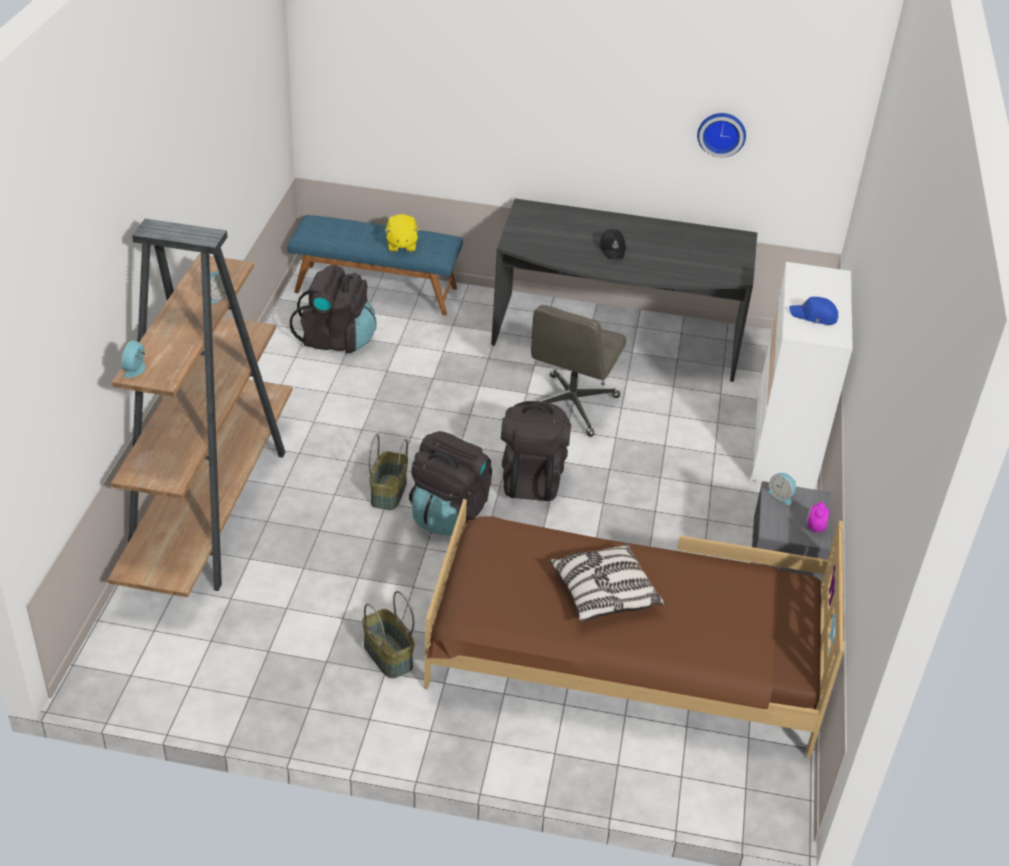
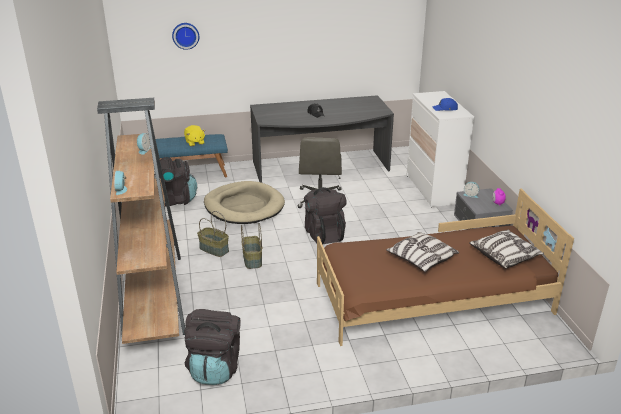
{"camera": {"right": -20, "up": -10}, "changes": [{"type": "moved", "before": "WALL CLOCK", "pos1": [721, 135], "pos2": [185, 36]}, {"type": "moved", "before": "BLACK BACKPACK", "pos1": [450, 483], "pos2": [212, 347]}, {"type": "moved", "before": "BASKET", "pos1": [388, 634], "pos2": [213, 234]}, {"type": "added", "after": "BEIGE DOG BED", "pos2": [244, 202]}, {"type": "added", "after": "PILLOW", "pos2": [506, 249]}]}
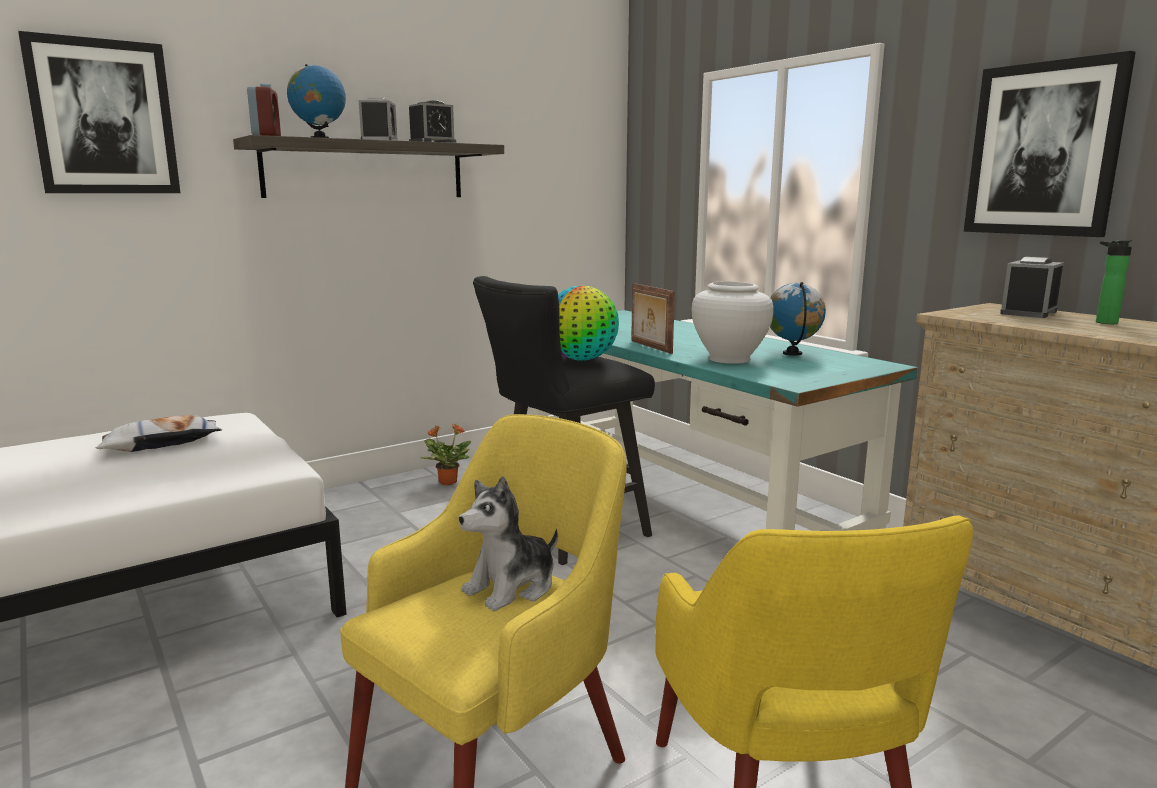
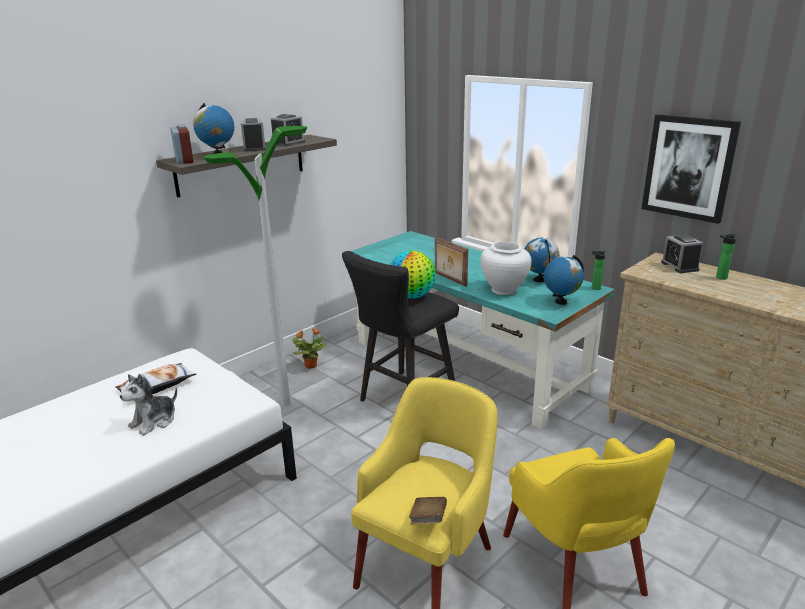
{"camera": {"right": -10, "up": 10}, "changes": [{"type": "removed", "before": "PICTURE", "pos1": [99, 112]}, {"type": "turned", "before": "ALARM CLOCK", "pos1": [1032, 287], "pos2": [682, 254], "turn": -45}, {"type": "moved", "before": "PLUSH TOY", "pos1": [508, 543], "pos2": [148, 405]}, {"type": "added", "after": "FLOOR LAMP", "pos2": [255, 266]}, {"type": "added", "after": "BOTTLE", "pos2": [598, 270]}, {"type": "added", "after": "GLOBE", "pos2": [564, 280]}, {"type": "added", "after": "BROWN BOOK", "pos2": [428, 511]}]}
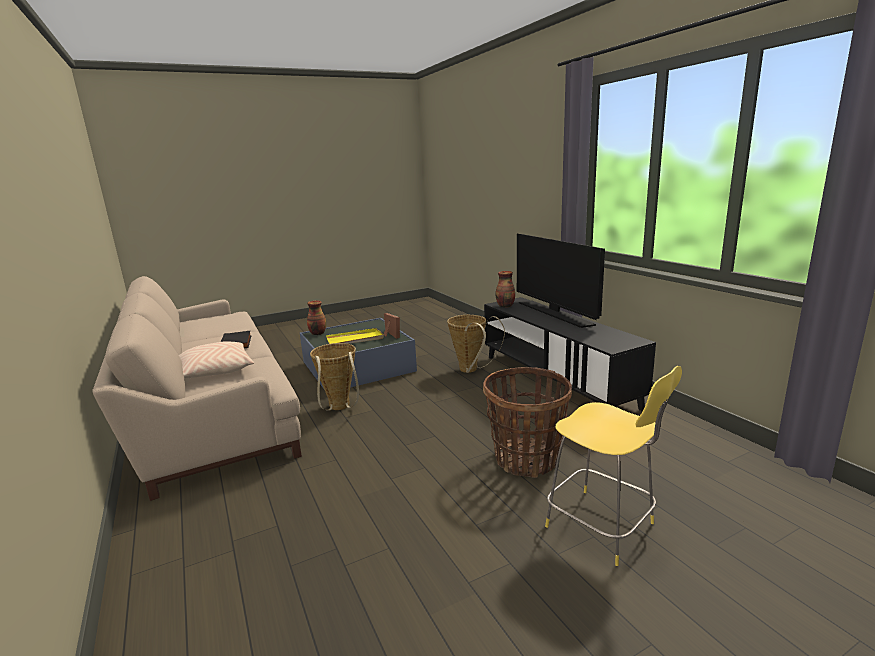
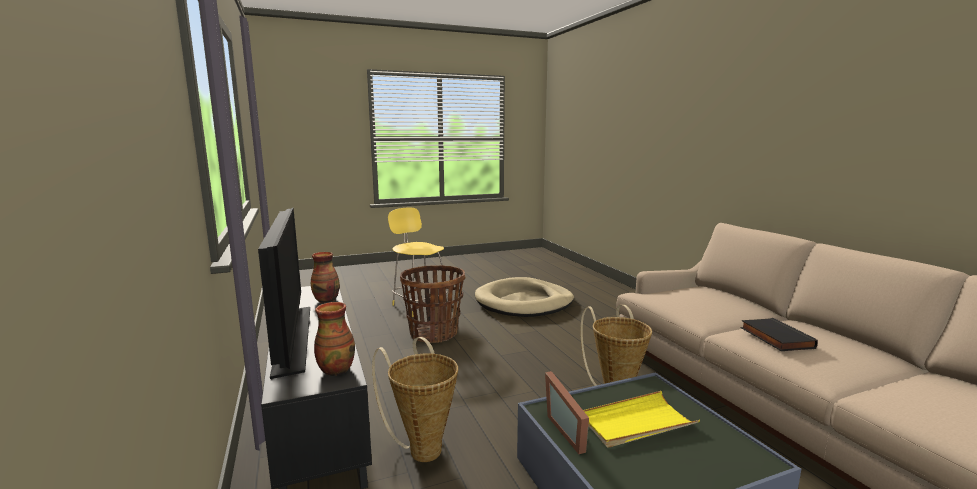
{"camera": {"right": -175, "up": -5}, "changes": [{"type": "moved", "before": "VASE", "pos1": [316, 317], "pos2": [325, 277]}, {"type": "removed", "before": "BEIGE PILLOW", "pos1": [216, 359]}, {"type": "added", "after": "BEIGE DOG BED", "pos2": [524, 297]}]}
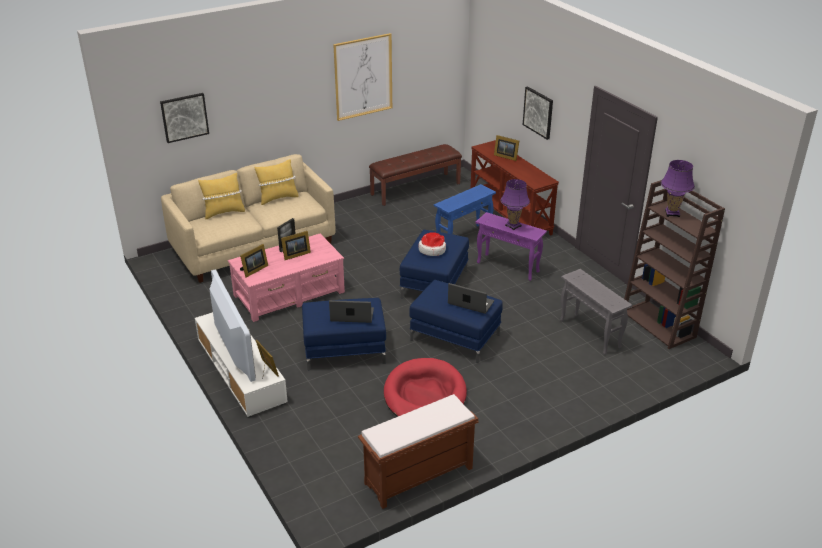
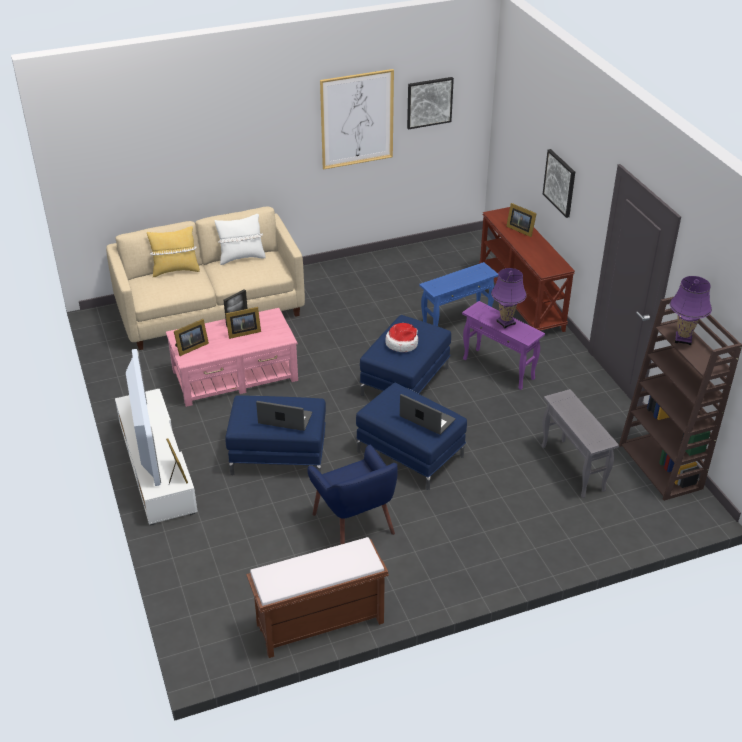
{"camera": {"right": 10, "up": 5}, "changes": [{"type": "moved", "before": "PICTURE", "pos1": [184, 118], "pos2": [430, 103]}, {"type": "removed", "before": "BROWN BENCH", "pos1": [415, 175]}, {"type": "recoloured", "before": "YELLOW PILLOW", "after": "WHITE PILLOW", "pos1": [276, 182], "pos2": [240, 239]}, {"type": "replaced", "before": "RED DOG BED", "after": "BLUE ARMCHAIR", "pos1": [425, 387], "pos2": [352, 495]}]}
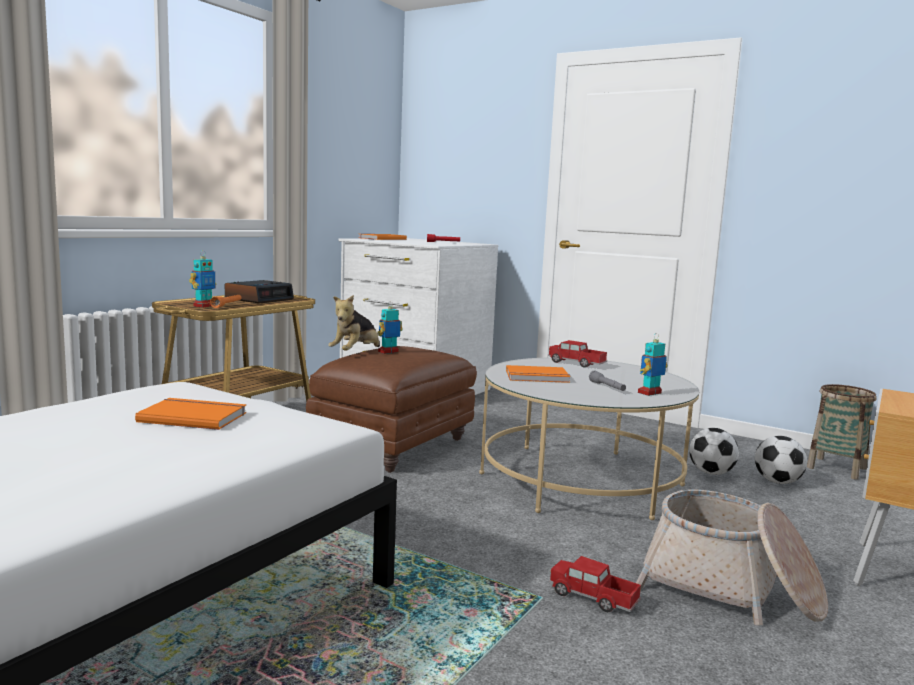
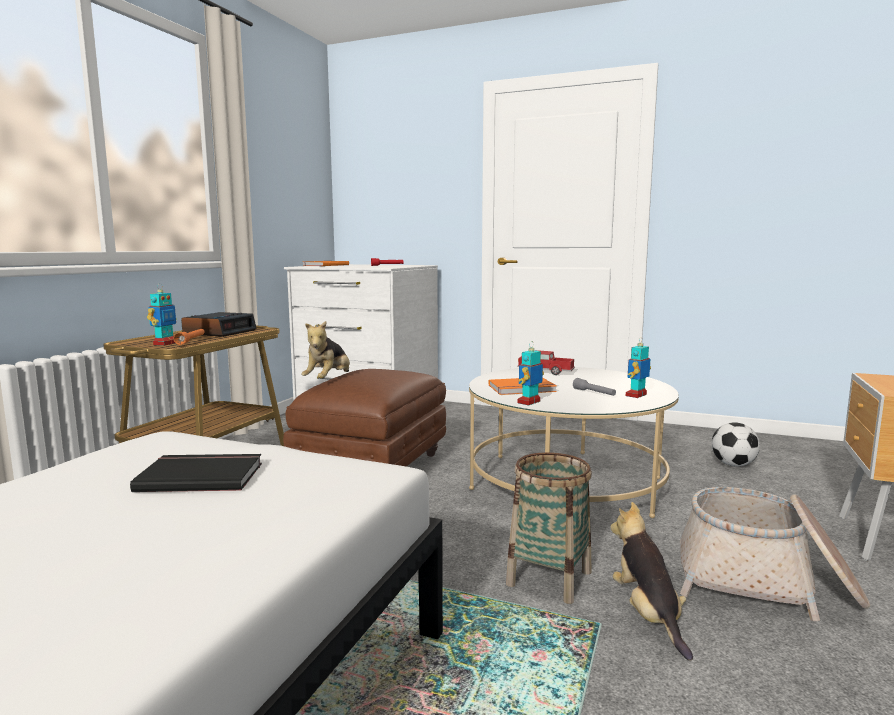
{"camera": {"right": -10, "up": 0}, "changes": [{"type": "moved", "before": "TOY ROBOT", "pos1": [390, 327], "pos2": [531, 373]}, {"type": "moved", "before": "BASKET", "pos1": [842, 432], "pos2": [549, 528]}, {"type": "recoloured", "before": "ORANGE BOOK", "after": "BLACK BOOK", "pos1": [190, 414], "pos2": [196, 473]}, {"type": "removed", "before": "FOOTBALL", "pos1": [714, 451]}, {"type": "replaced", "before": "TOY TRUCK", "after": "PLUSH TOY", "pos1": [595, 584], "pos2": [652, 581]}]}
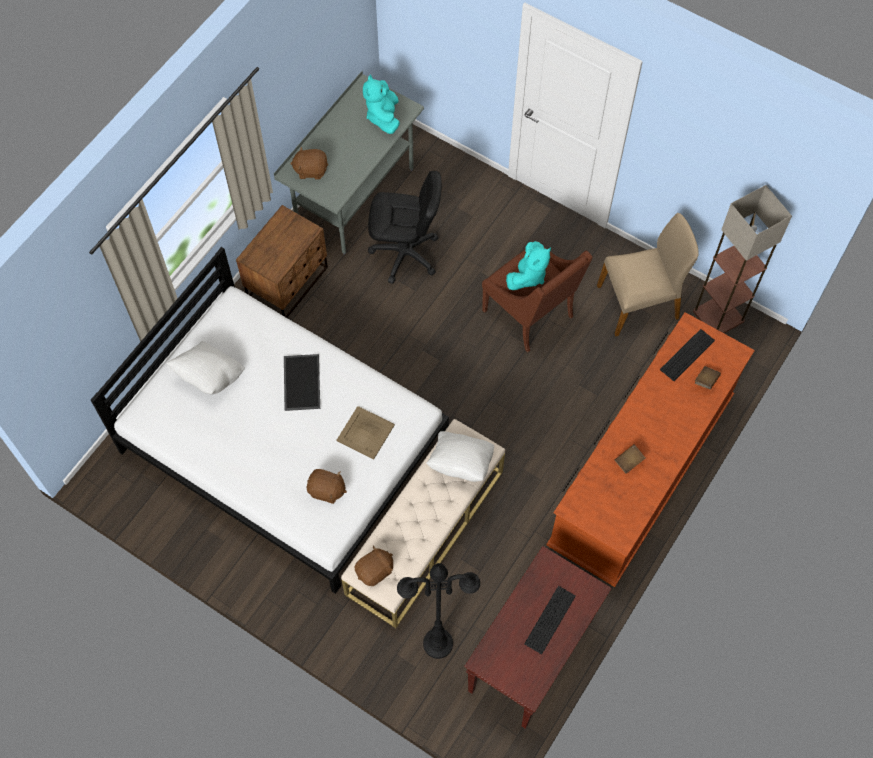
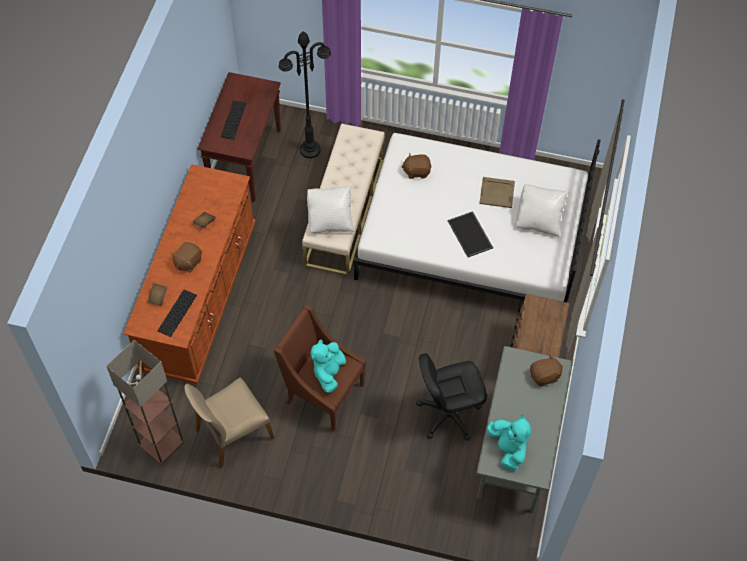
{"camera": {"right": 160, "up": -5}, "changes": [{"type": "moved", "before": "BEIGE TRAY", "pos1": [366, 433], "pos2": [497, 192]}, {"type": "moved", "before": "BROWN PLUSH TOY", "pos1": [373, 565], "pos2": [186, 257]}]}
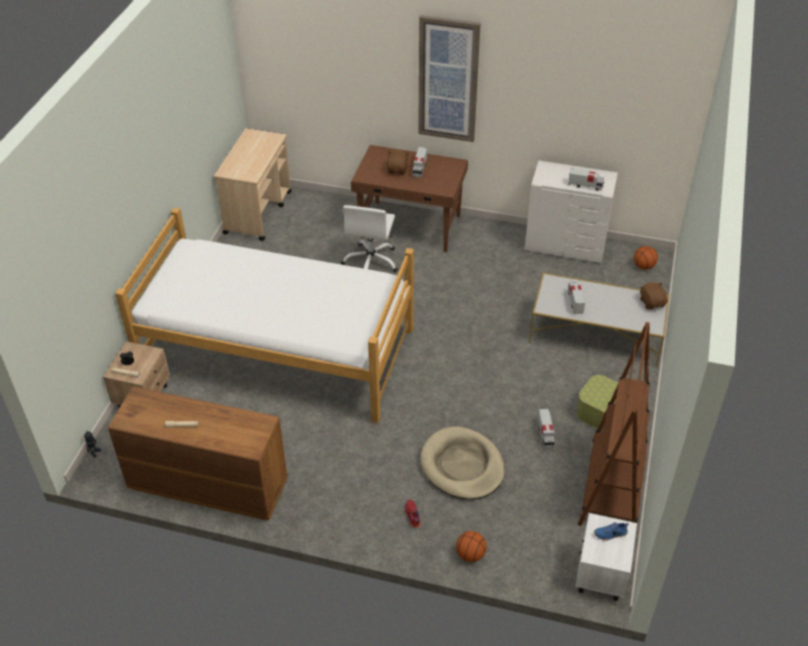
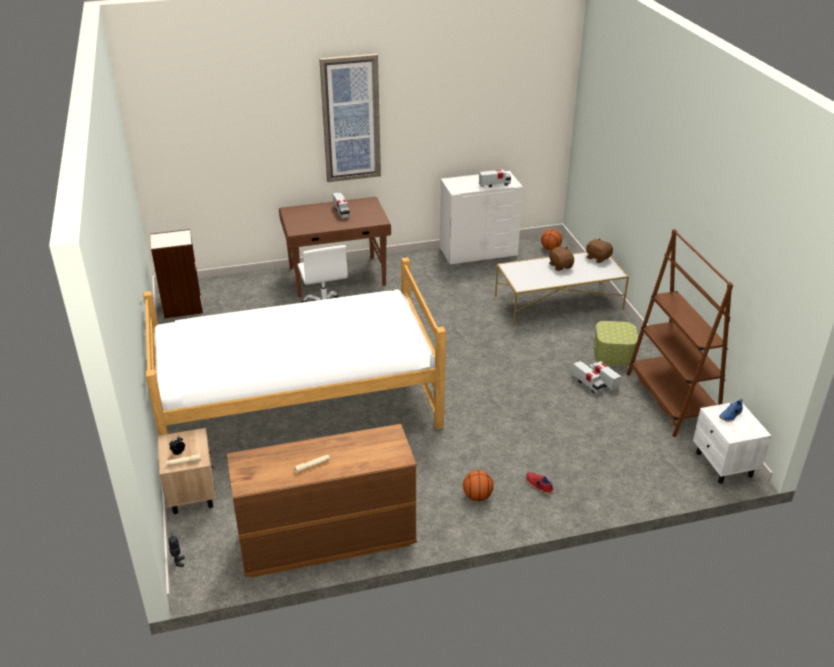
{"camera": {"right": -30, "up": -10}, "changes": [{"type": "replaced", "before": "BEIGE CART", "after": "BOOKCASE", "pos1": [252, 184], "pos2": [176, 274]}, {"type": "moved", "before": "BROWN PLUSH TOY", "pos1": [398, 162], "pos2": [561, 259]}, {"type": "moved", "before": "TOY TRUCK", "pos1": [576, 298], "pos2": [605, 376]}, {"type": "removed", "before": "BEIGE DOG BED", "pos1": [462, 463]}, {"type": "moved", "before": "BASKETBALL", "pos1": [471, 546], "pos2": [478, 485]}]}
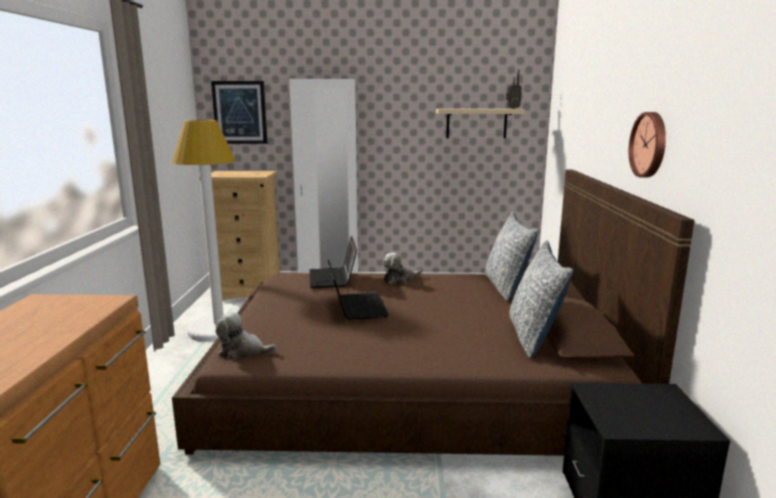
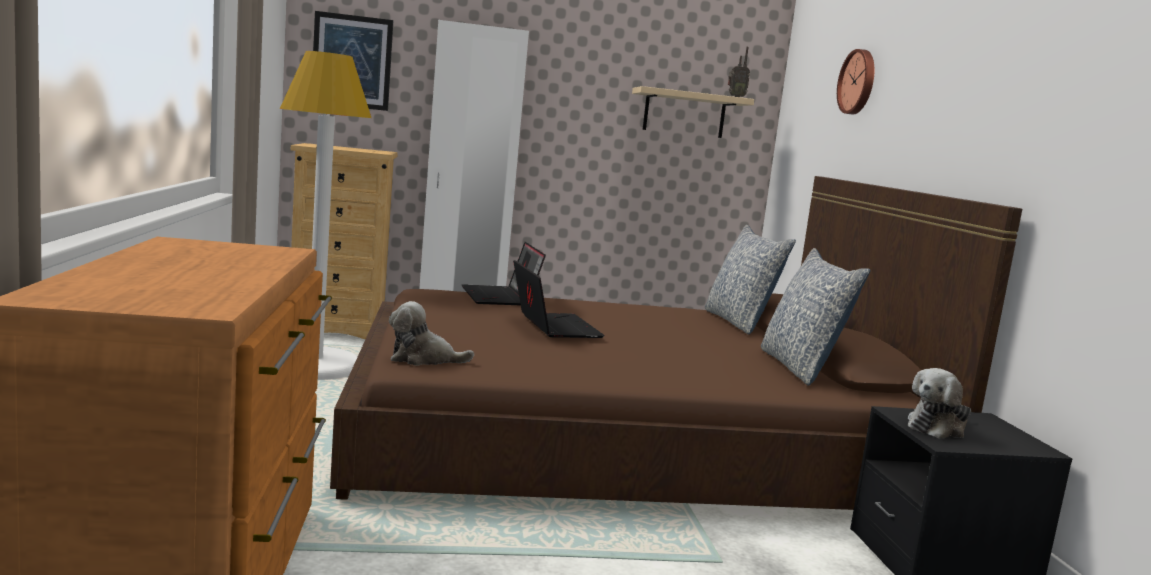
{"camera": {"right": -10, "up": -5}, "changes": [{"type": "moved", "before": "WALL CLOCK", "pos1": [647, 144], "pos2": [855, 81]}, {"type": "moved", "before": "PLUSH TOY", "pos1": [402, 268], "pos2": [939, 403]}]}
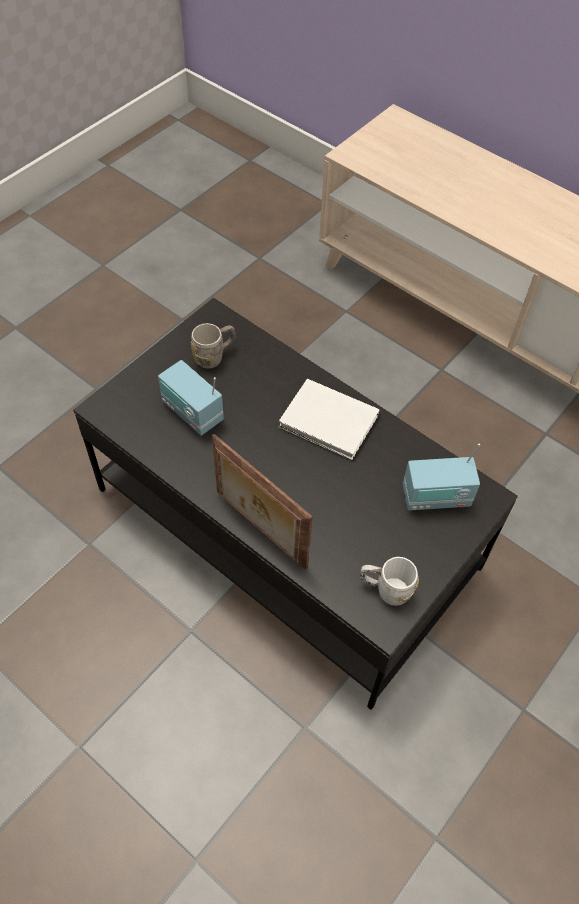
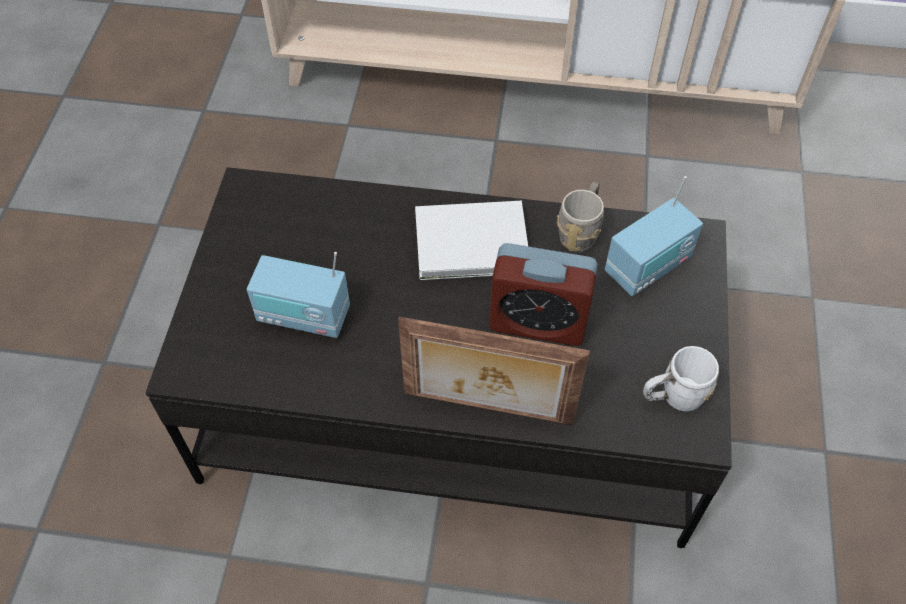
{"camera": {"right": -30, "up": 0}, "changes": [{"type": "moved", "before": "GREY MUG", "pos1": [213, 346], "pos2": [580, 217]}, {"type": "added", "after": "ALARM CLOCK", "pos2": [543, 294]}]}
